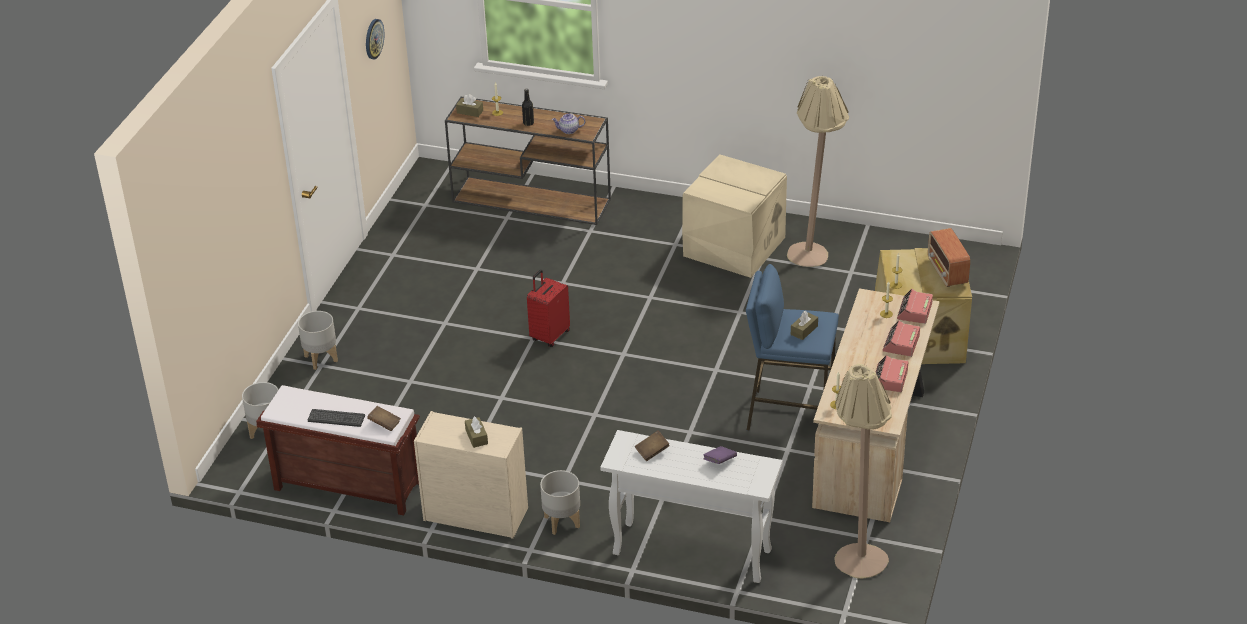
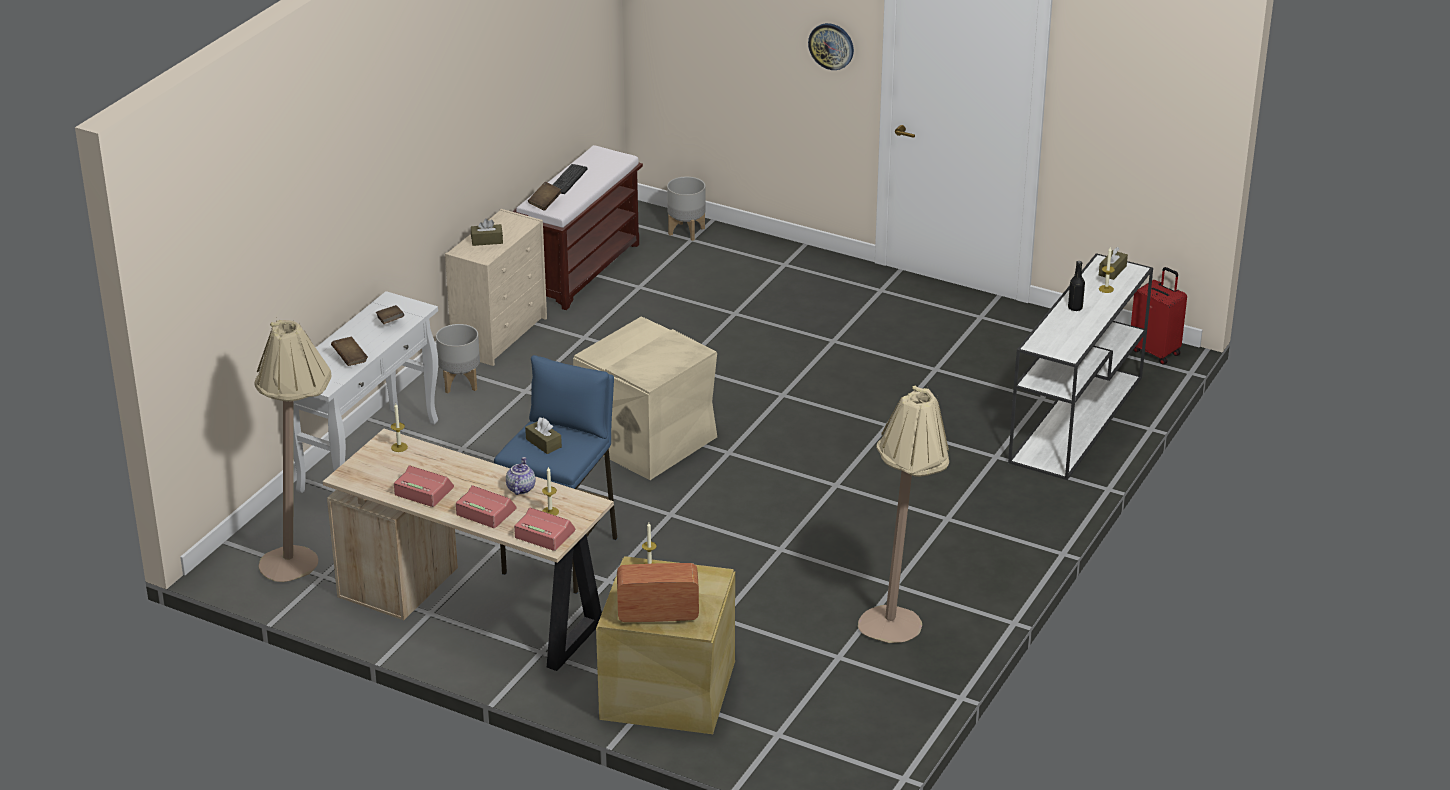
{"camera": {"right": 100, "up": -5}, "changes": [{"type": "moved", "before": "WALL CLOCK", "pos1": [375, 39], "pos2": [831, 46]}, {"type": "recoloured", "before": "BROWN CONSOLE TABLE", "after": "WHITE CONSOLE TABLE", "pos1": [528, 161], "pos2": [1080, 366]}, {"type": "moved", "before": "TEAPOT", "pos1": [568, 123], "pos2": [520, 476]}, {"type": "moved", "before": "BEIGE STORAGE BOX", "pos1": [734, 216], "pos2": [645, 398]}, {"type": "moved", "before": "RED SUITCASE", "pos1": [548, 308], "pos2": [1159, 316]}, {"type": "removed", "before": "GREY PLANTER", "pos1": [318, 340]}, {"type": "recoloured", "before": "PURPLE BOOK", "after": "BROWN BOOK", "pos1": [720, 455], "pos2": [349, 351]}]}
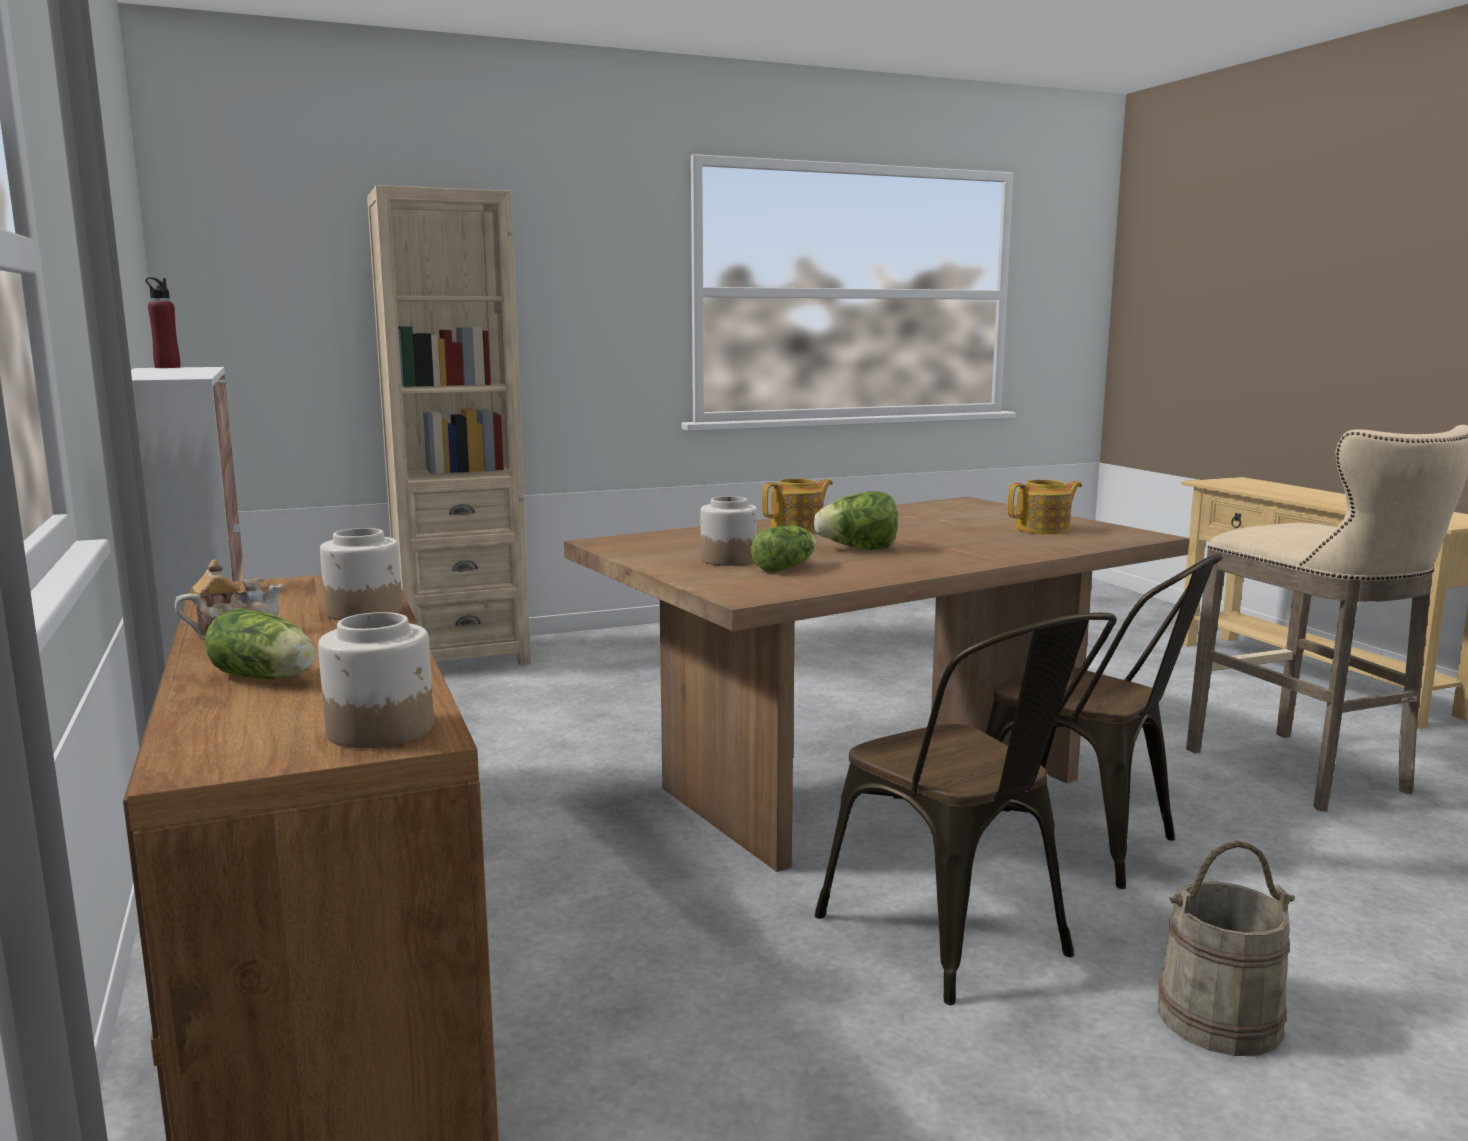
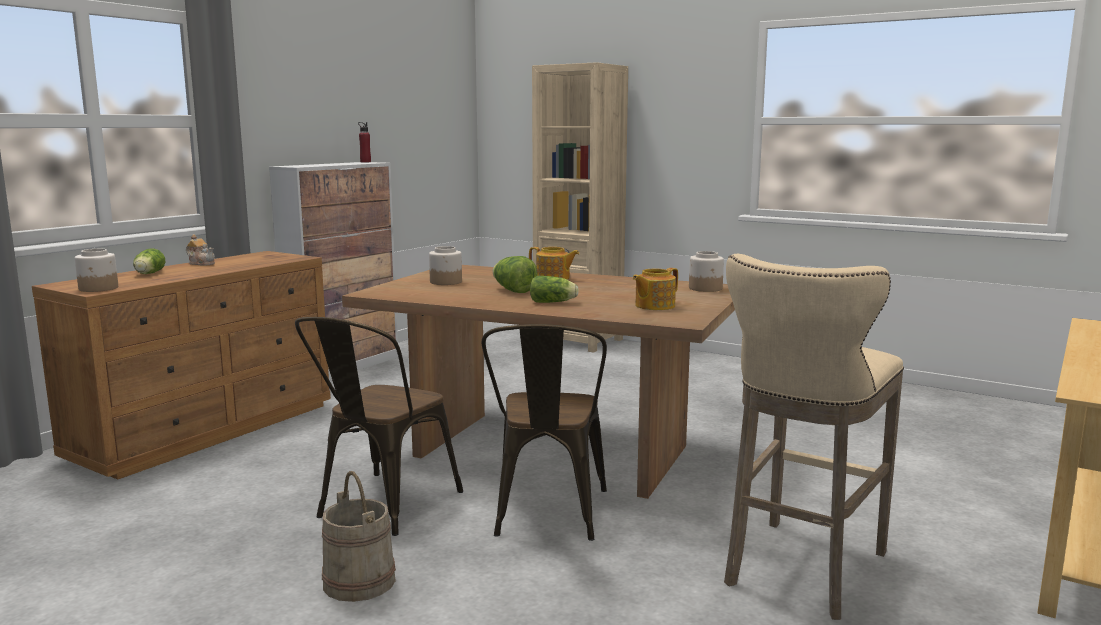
{"camera": {"right": 55, "up": 0}, "changes": [{"type": "turned", "before": "TEAPOT", "pos1": [1045, 506], "pos2": [655, 289], "turn": 105}, {"type": "moved", "before": "LETTUCE", "pos1": [784, 549], "pos2": [554, 289]}, {"type": "moved", "before": "JAR", "pos1": [361, 574], "pos2": [706, 271]}]}
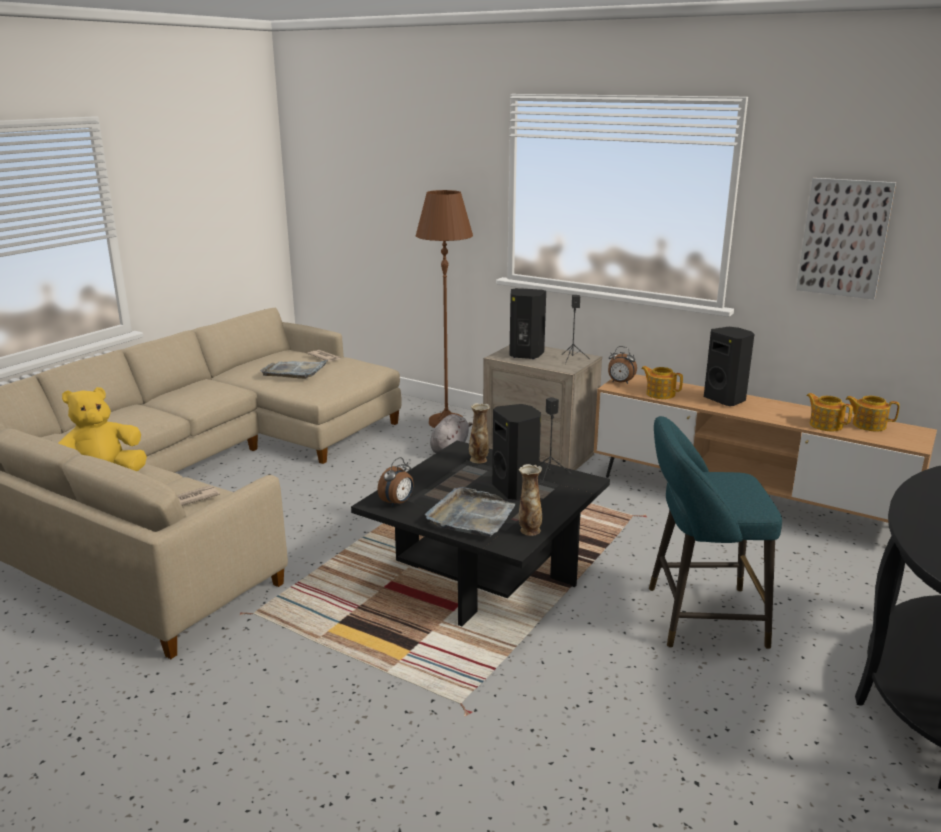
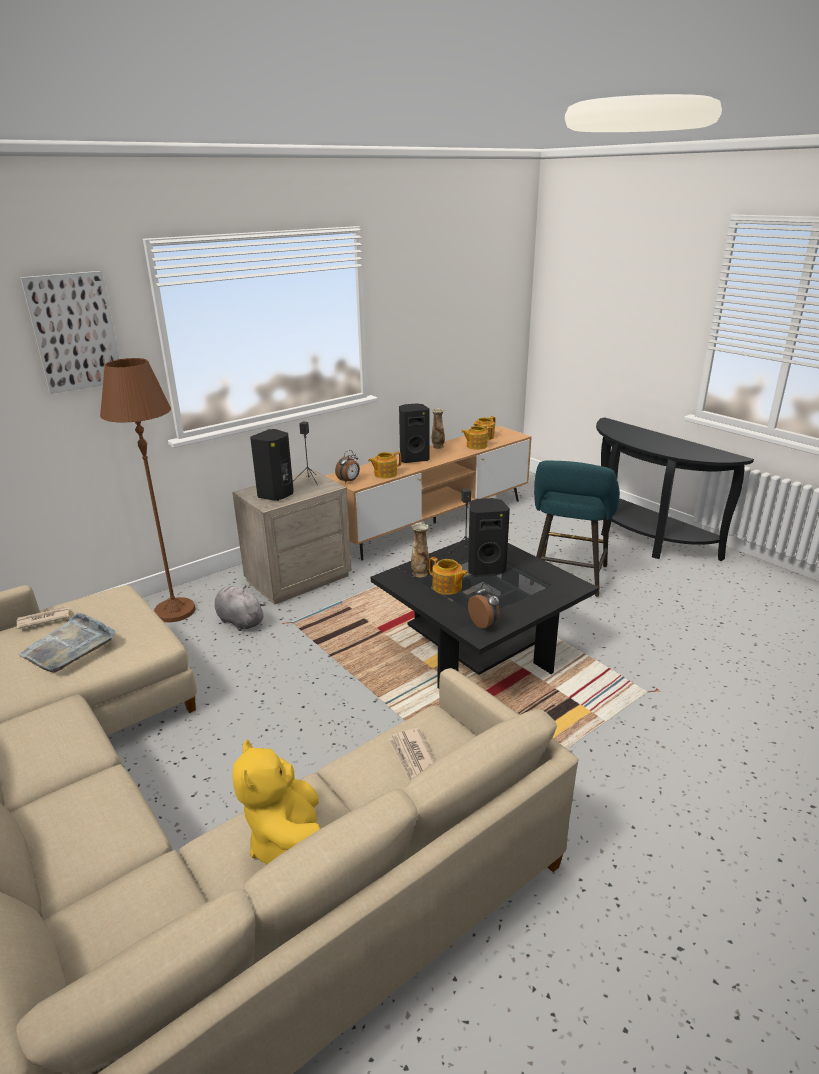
{"camera": {"right": -70, "up": 5}, "changes": [{"type": "moved", "before": "PICTURE", "pos1": [846, 239], "pos2": [69, 332]}, {"type": "moved", "before": "VASE", "pos1": [530, 500], "pos2": [438, 428]}, {"type": "removed", "before": "GREY TRAY", "pos1": [470, 512]}, {"type": "added", "after": "TEAPOT", "pos2": [448, 576]}]}
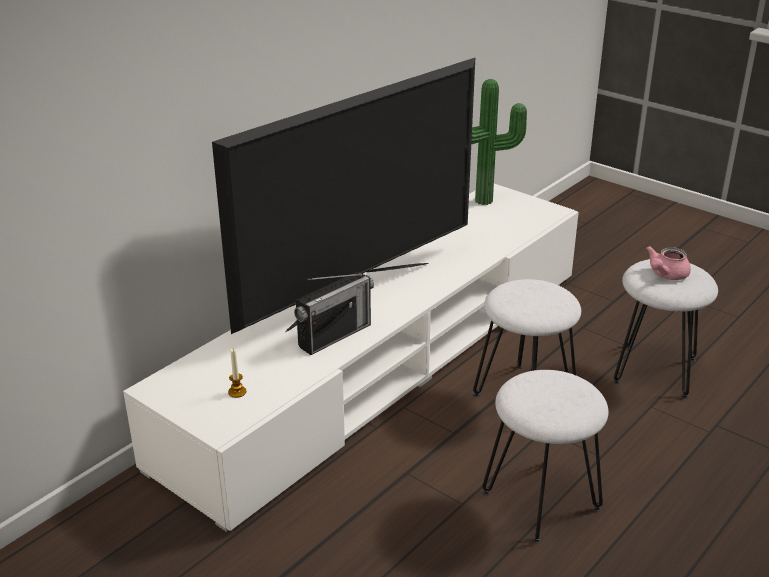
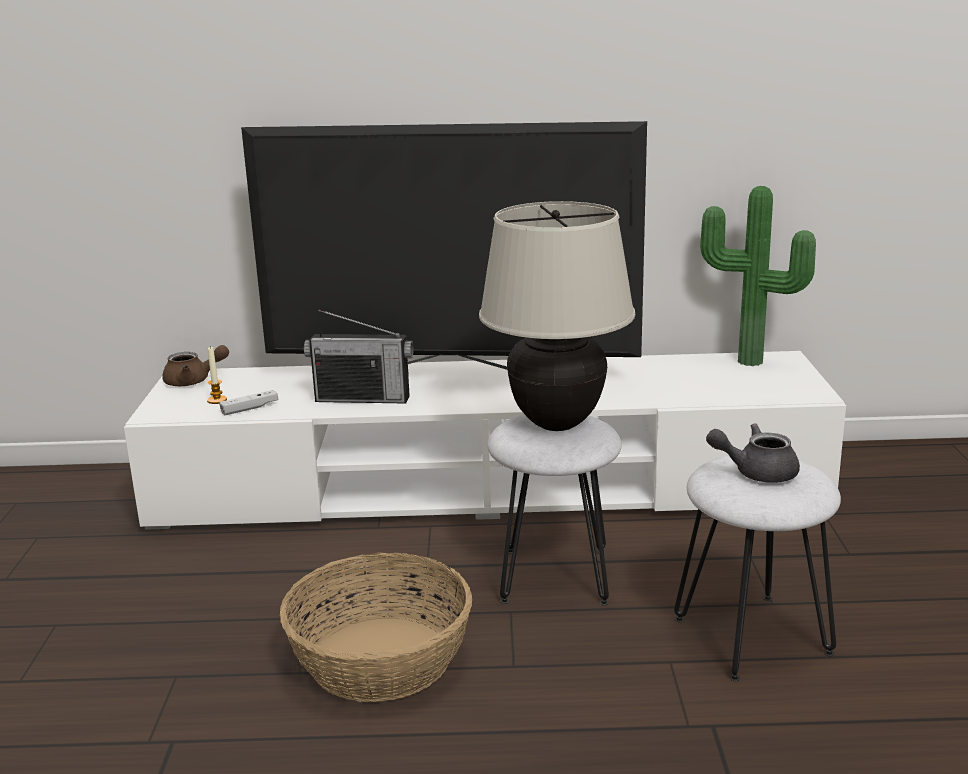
{"camera": {"right": 50, "up": -10}, "changes": [{"type": "recoloured", "before": "PINK TEAPOT", "after": "GREY TEAPOT", "pos1": [668, 263], "pos2": [753, 453]}, {"type": "replaced", "before": "WHITE STOOL", "after": "BASKET", "pos1": [545, 456], "pos2": [376, 627]}, {"type": "added", "after": "BEIGE TABLE LAMP", "pos2": [557, 316]}, {"type": "added", "after": "BROWN TEAPOT", "pos2": [195, 365]}, {"type": "added", "after": "WHITE GAME CONTROLLER", "pos2": [248, 402]}]}
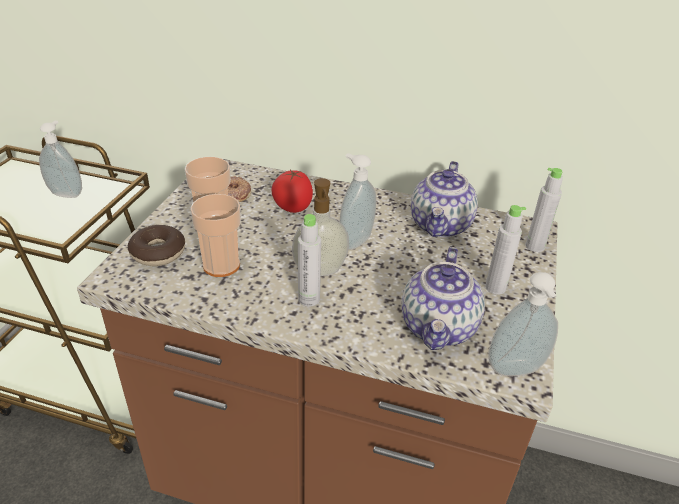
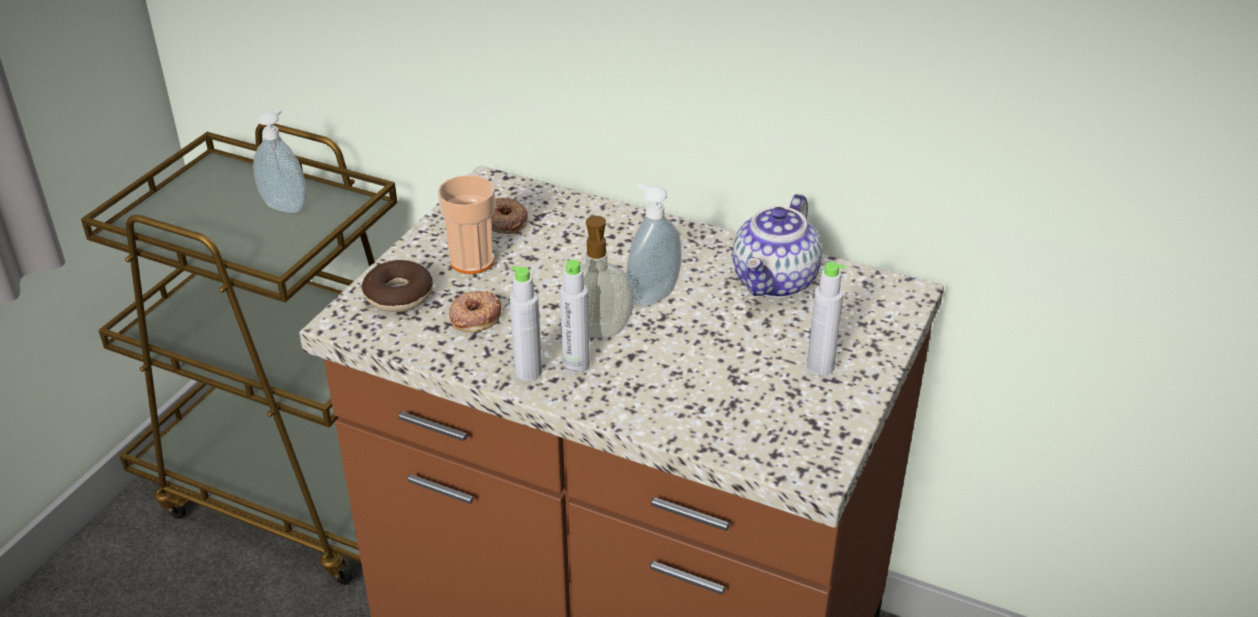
{"camera": {"right": 10, "up": 0}, "changes": [{"type": "moved", "before": "GREY BOTTLE", "pos1": [544, 210], "pos2": [526, 323]}, {"type": "removed", "before": "TOMATO", "pos1": [292, 191]}, {"type": "replaced", "before": "CUP", "after": "DONUT", "pos1": [215, 235], "pos2": [475, 311]}, {"type": "removed", "before": "TEAPOT", "pos1": [443, 298]}, {"type": "removed", "before": "SOAP DISPENSER", "pos1": [523, 324]}]}
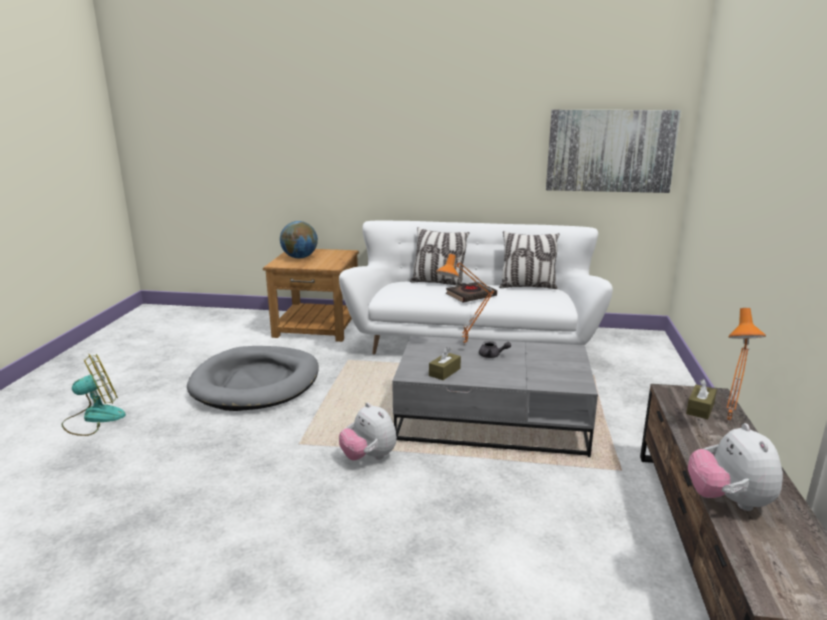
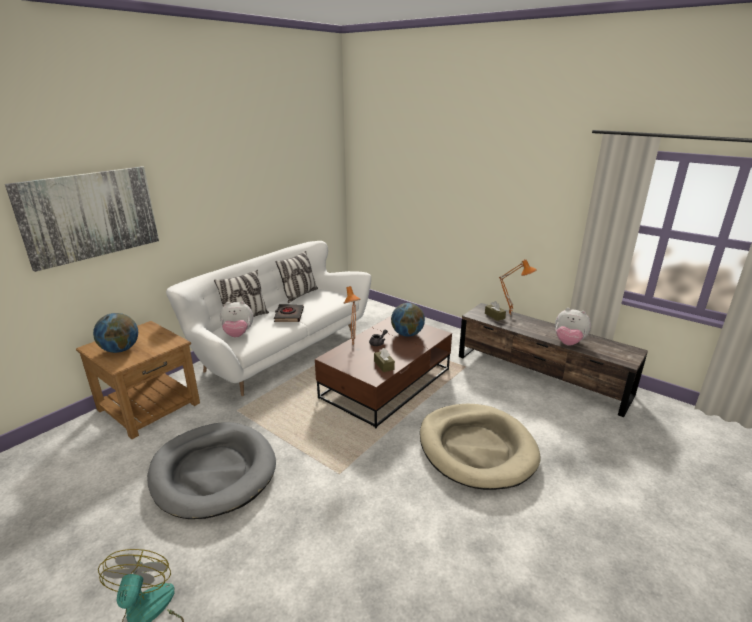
{"camera": {"right": -60, "up": 5}, "changes": [{"type": "moved", "before": "PICTURE", "pos1": [613, 151], "pos2": [82, 219]}, {"type": "recoloured", "before": "GREY COFFEE TABLE", "after": "BROWN COFFEE TABLE", "pos1": [495, 396], "pos2": [383, 372]}, {"type": "moved", "before": "PLUSH TOY", "pos1": [368, 431], "pos2": [236, 319]}, {"type": "added", "after": "GLOBE", "pos2": [408, 320]}, {"type": "added", "after": "BEIGE DOG BED", "pos2": [480, 447]}]}
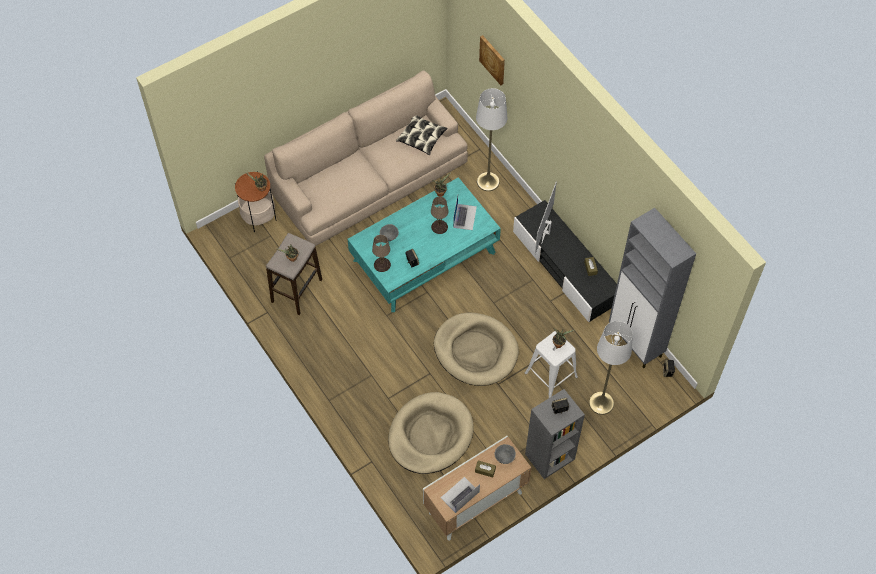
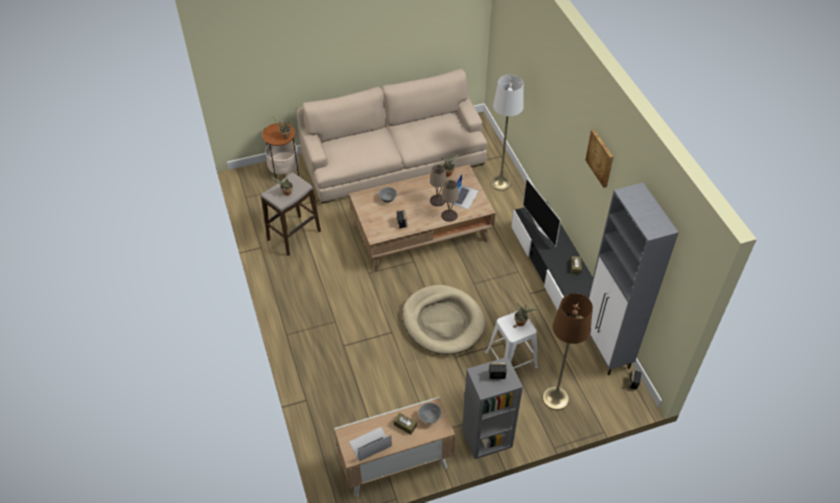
{"camera": {"right": 15, "up": -10}, "changes": [{"type": "moved", "before": "PICTURE", "pos1": [492, 60], "pos2": [599, 158]}, {"type": "removed", "before": "PILLOW", "pos1": [422, 135]}, {"type": "recoloured", "before": "TURQUOISE COFFEE TABLE", "after": "BROWN COFFEE TABLE", "pos1": [424, 244], "pos2": [422, 218]}, {"type": "turned", "before": "TELEVISION", "pos1": [546, 217], "pos2": [542, 212], "turn": -60}, {"type": "moved", "before": "BEIGE TABLE LAMP", "pos1": [381, 253], "pos2": [450, 201]}, {"type": "recoloured", "before": "WHITE FLOOR LAMP", "after": "BROWN FLOOR LAMP", "pos1": [611, 368], "pos2": [567, 351]}, {"type": "removed", "before": "BEIGE DOG BED", "pos1": [431, 433]}]}
